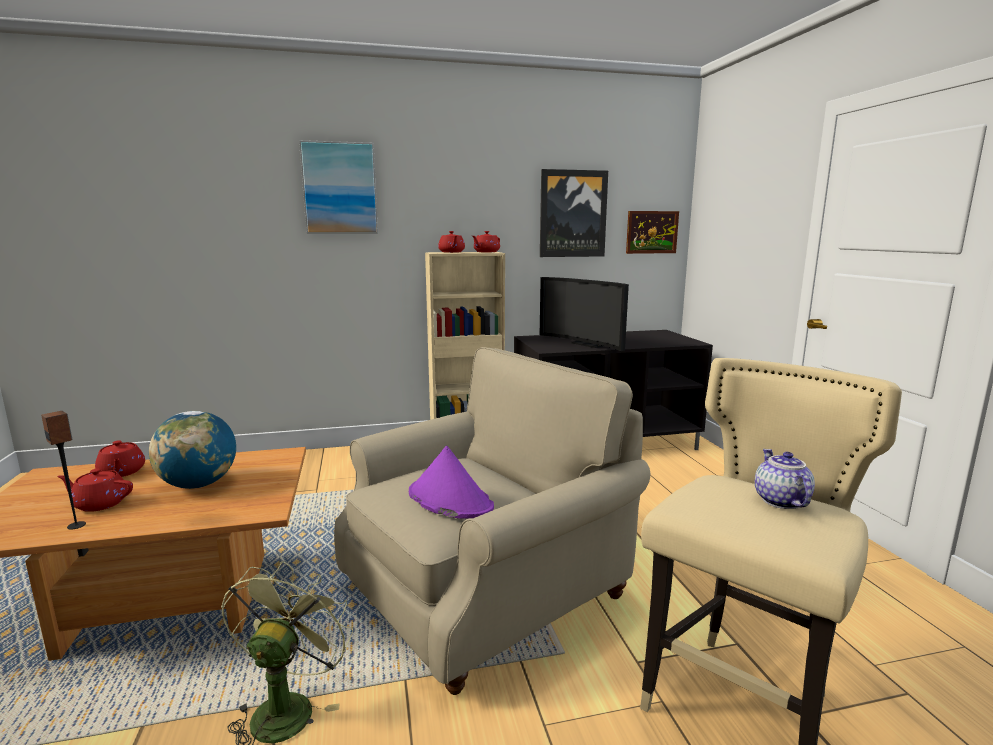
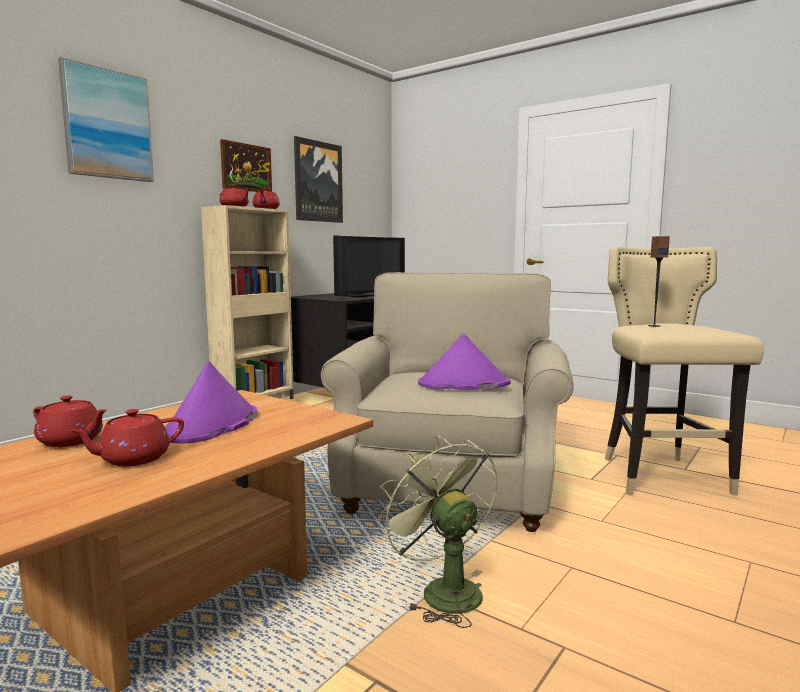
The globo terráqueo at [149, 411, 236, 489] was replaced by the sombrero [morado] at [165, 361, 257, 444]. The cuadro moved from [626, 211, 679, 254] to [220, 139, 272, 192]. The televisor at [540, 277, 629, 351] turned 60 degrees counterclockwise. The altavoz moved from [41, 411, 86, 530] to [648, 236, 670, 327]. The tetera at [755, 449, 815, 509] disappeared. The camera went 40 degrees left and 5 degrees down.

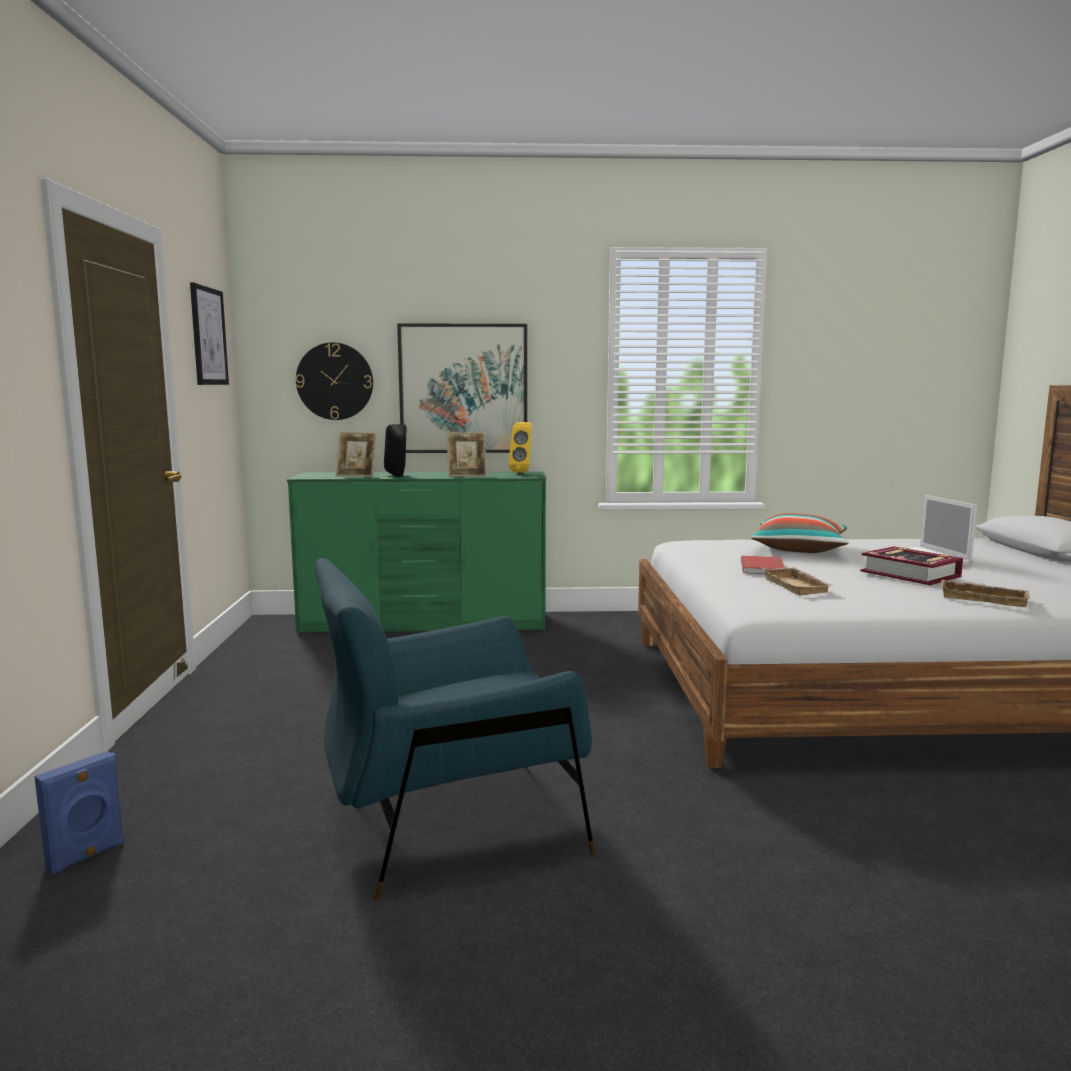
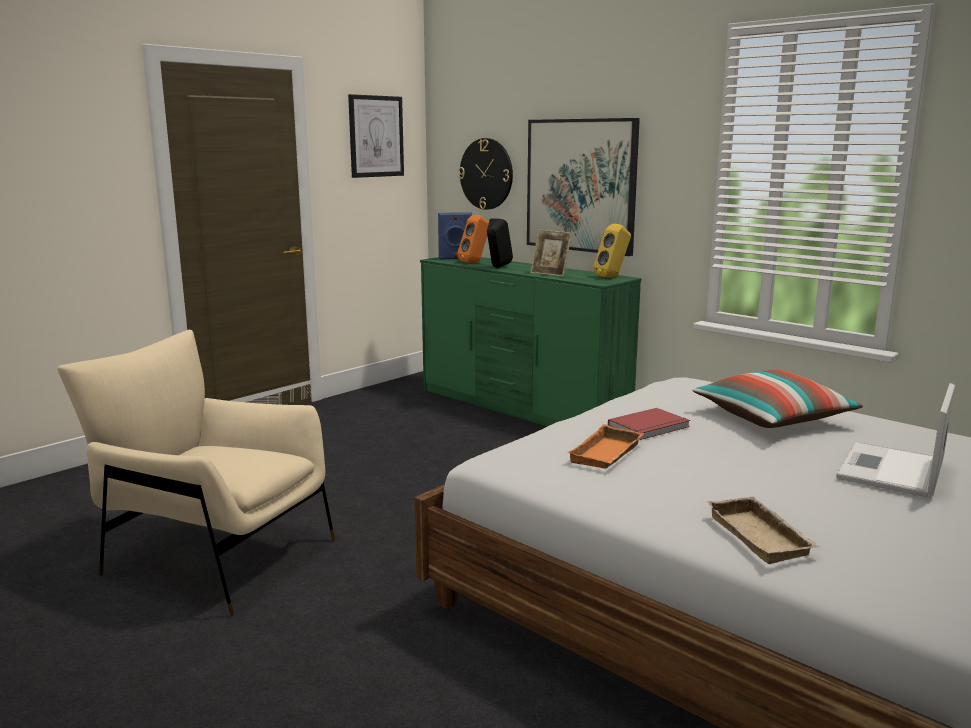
The sillón [azul] at [315, 558, 595, 901] became the sillón [beis] at [57, 330, 335, 616]. The altavoz [azul] moved from [34, 751, 125, 875] to [438, 212, 472, 260]. The portarretratos at [336, 432, 376, 477] was replaced by the altavoz [naranja] at [457, 215, 489, 263]. The bandeja [beis] at [762, 567, 834, 595] became the bandeja [naranja] at [567, 424, 644, 469]. The libro at [861, 546, 963, 586] disappeared. The camera went 45 degrees right and 5 degrees up.

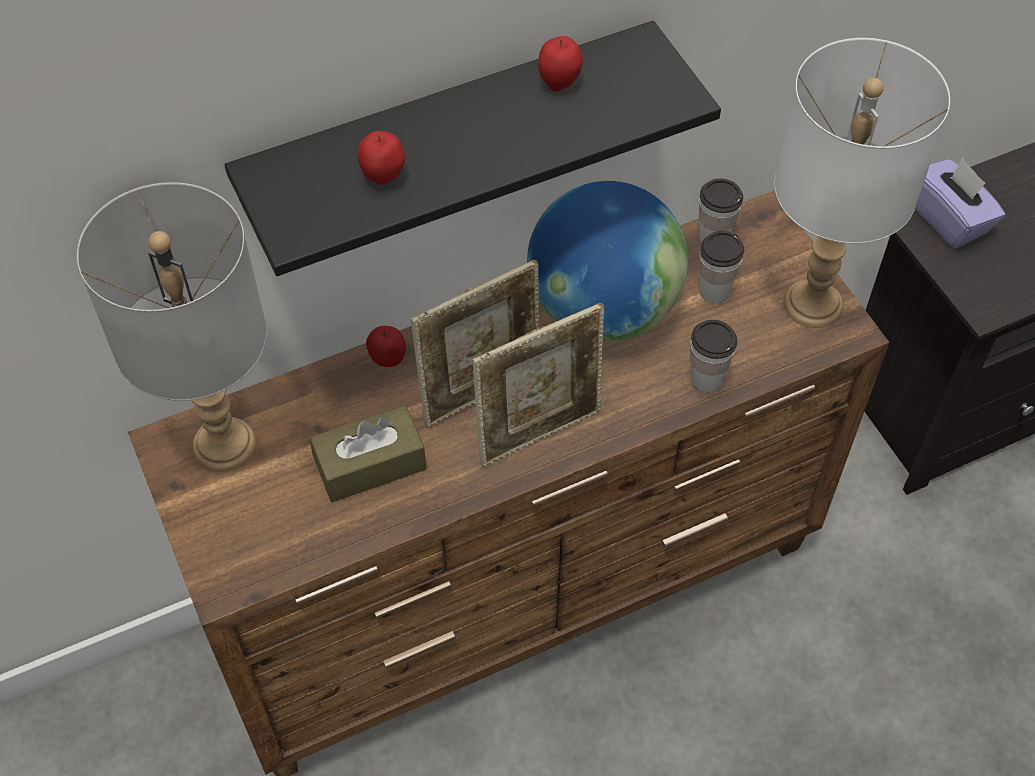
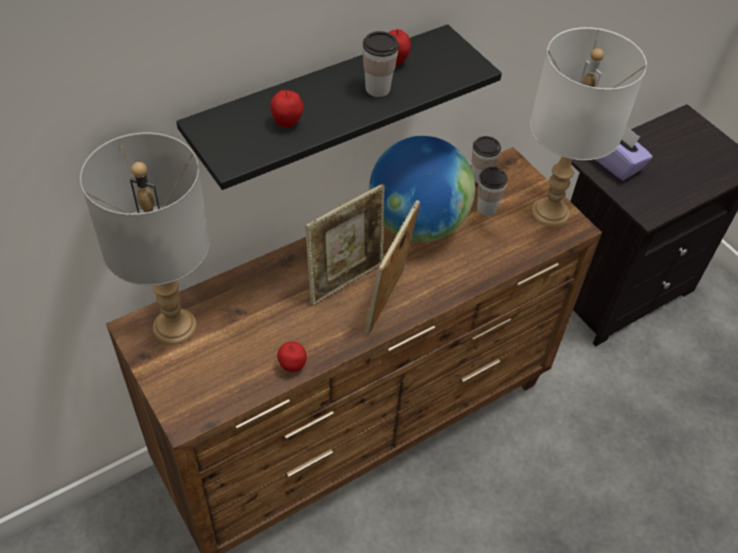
The manzana moved from [366, 326, 406, 367] to [277, 342, 307, 372]. The taza moved from [690, 320, 737, 392] to [363, 31, 399, 97]. The portarretratos at [472, 303, 604, 467] turned 150 degrees clockwise. The caja de pañuelos [marrón] at [310, 405, 426, 502] disappeared. The camera went 10 degrees left and 5 degrees down.

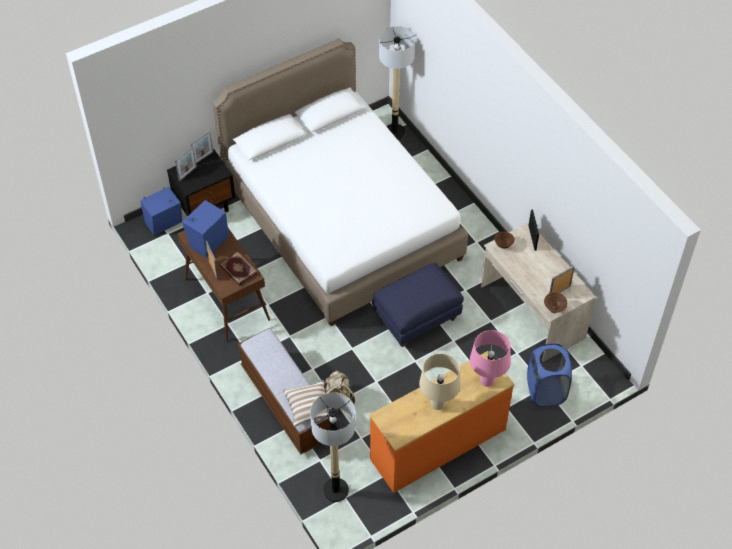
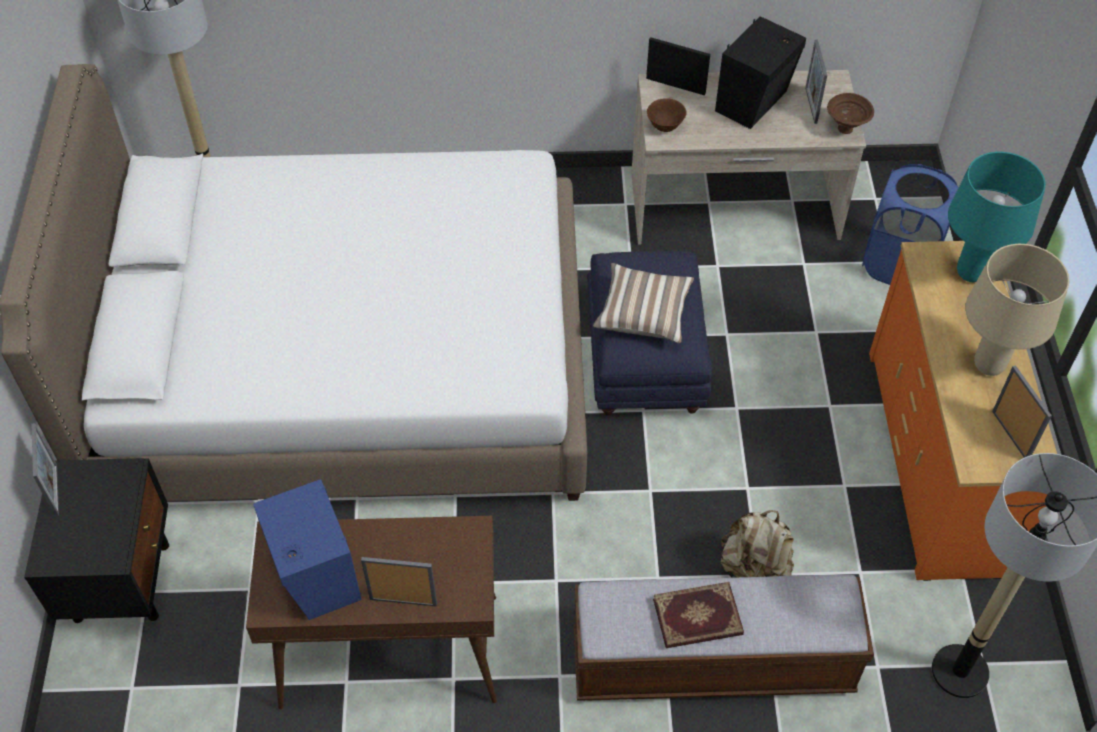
The cojín moved from [283, 380, 332, 427] to [593, 263, 694, 343]. The libro moved from [219, 252, 258, 286] to [653, 582, 744, 648]. The altavoz [negro] at [715, 16, 806, 129] appeared. The lámpara de mesa [rosa] at [470, 330, 511, 387] became the lámpara de mesa [turquesa] at [948, 152, 1046, 282]. The portarretratos moved from [175, 146, 197, 181] to [992, 365, 1052, 457]. The altavoz [azul] at [140, 187, 182, 236] disappeared. The camera went 60 degrees left and 0 degrees up.

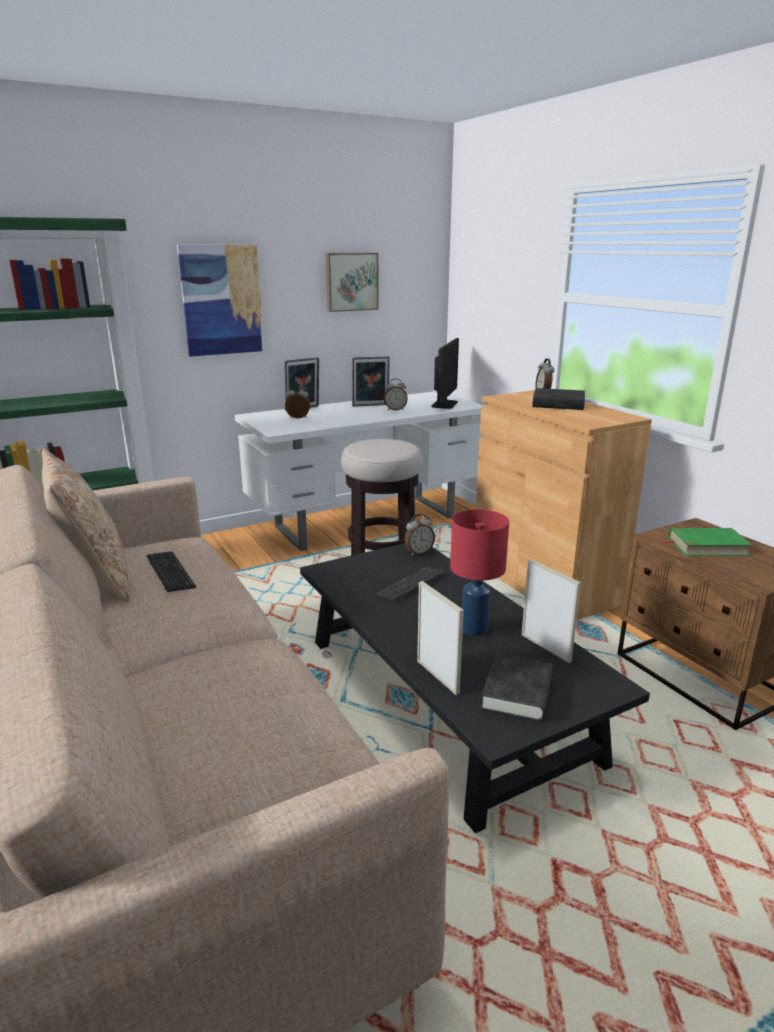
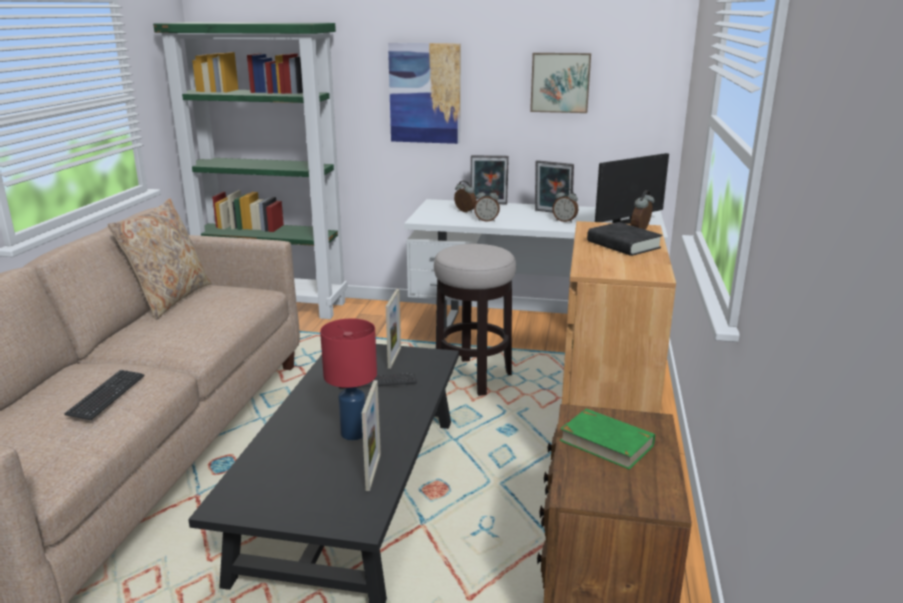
The teclado moved from [146, 551, 196, 592] to [64, 370, 144, 420]. The portarretratos moved from [417, 581, 464, 695] to [386, 288, 401, 369]. The despertador moved from [404, 514, 435, 556] to [474, 188, 500, 222]. The libro [negro] at [481, 653, 553, 722] disappeared. The camera went 40 degrees right and 0 degrees up.

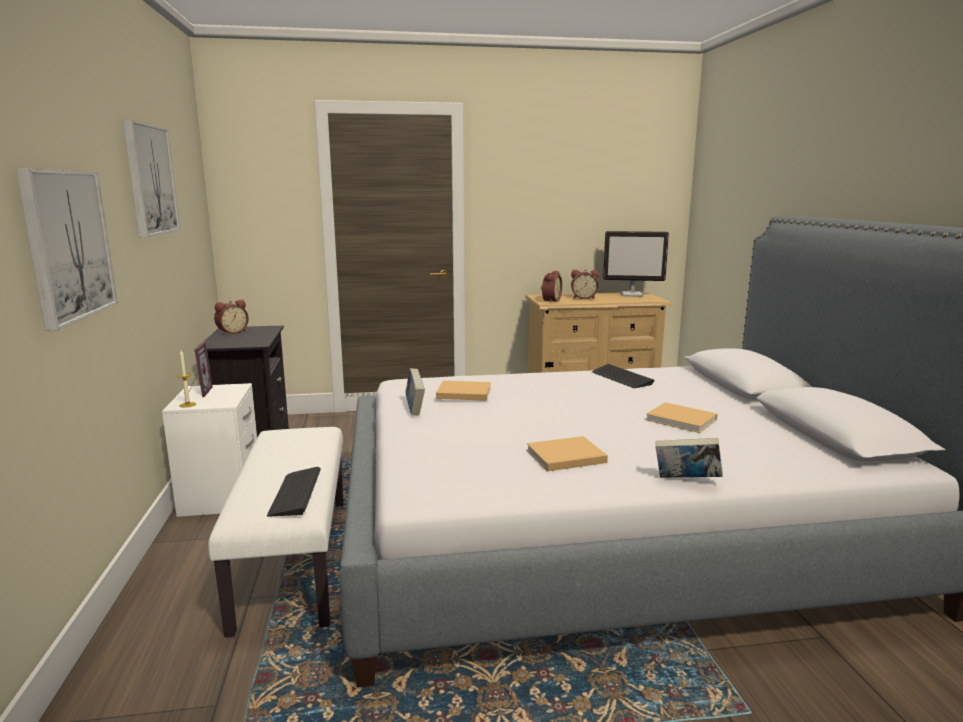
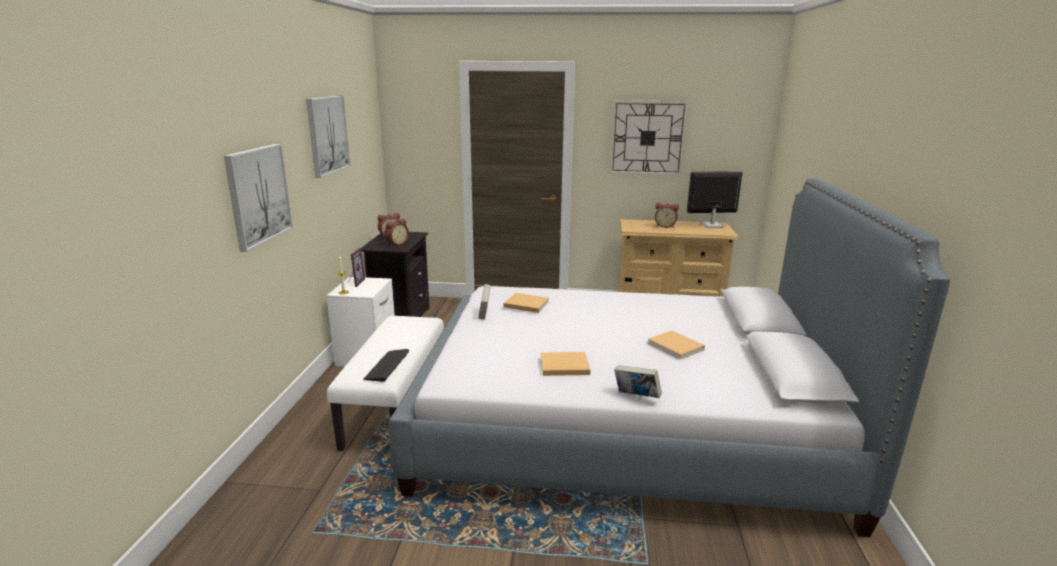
The despertador moved from [541, 270, 562, 303] to [384, 219, 409, 246]. The reloj de pared at [610, 100, 688, 175] appeared. The monitor at [603, 231, 669, 297] turned 150 degrees clockwise. The teclado at [592, 364, 655, 388] disappeared. The camera went 15 degrees right and 5 degrees up.

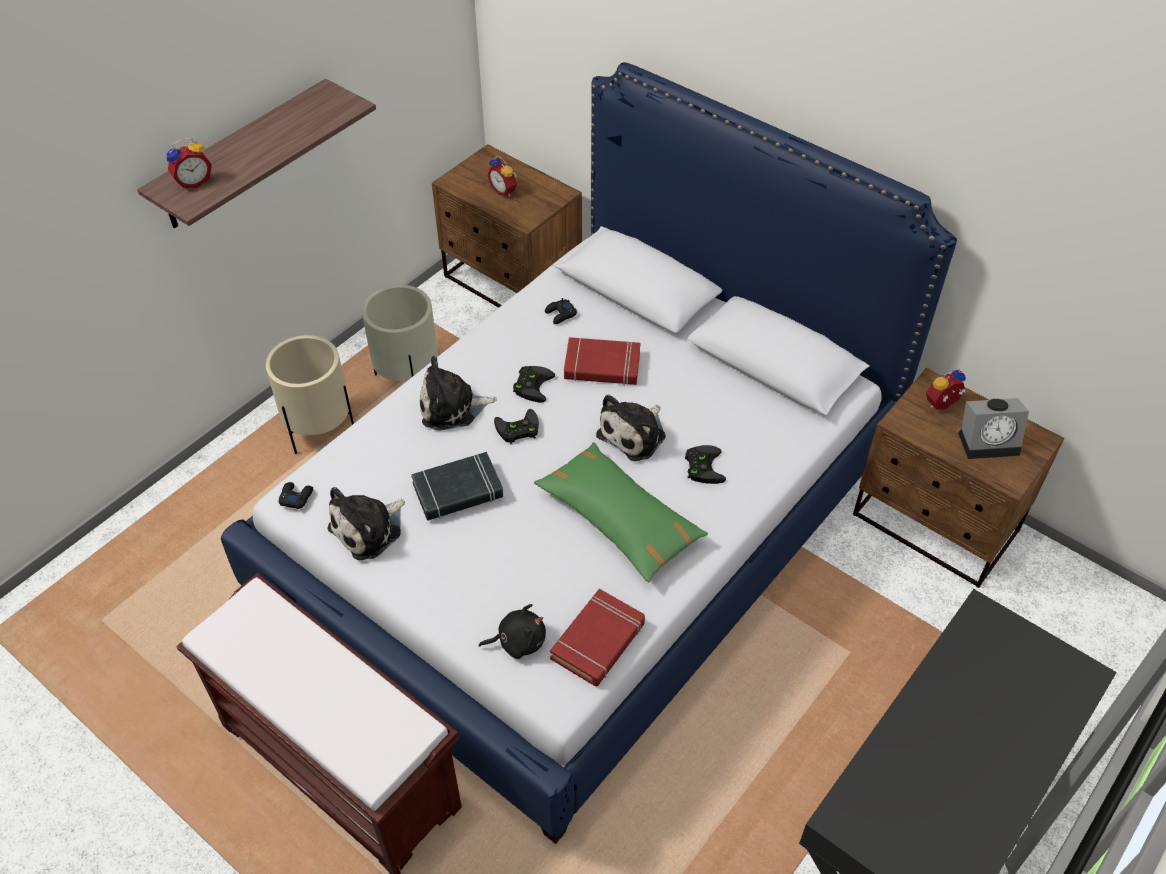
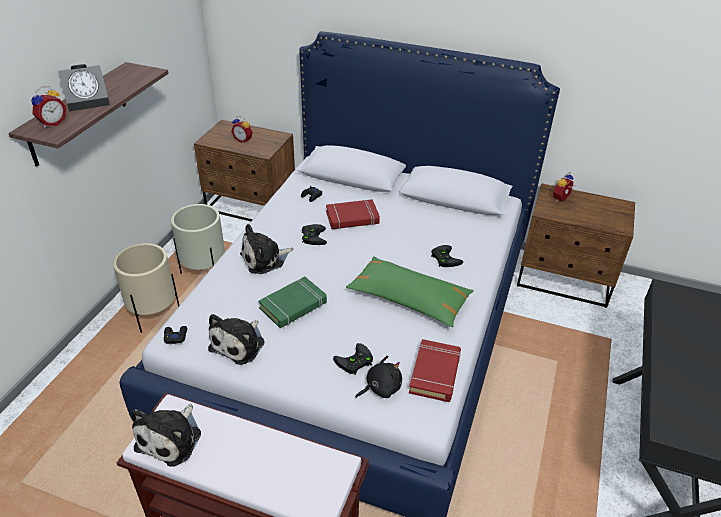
The despertador moved from [958, 398, 1029, 459] to [58, 64, 110, 112]. The peluche moved from [596, 394, 666, 461] to [132, 404, 201, 467]. The libro [negro] at [411, 452, 503, 521] became the libro [verde] at [258, 277, 327, 328]. The mando de consola [negro] moved from [494, 409, 539, 444] to [333, 343, 373, 375]. The camera went 20 degrees left and 10 degrees down.

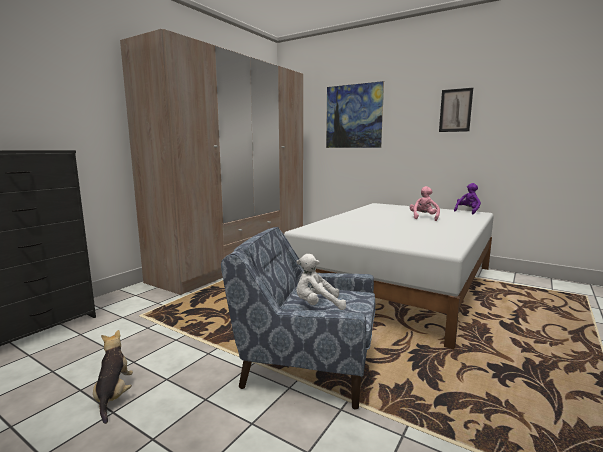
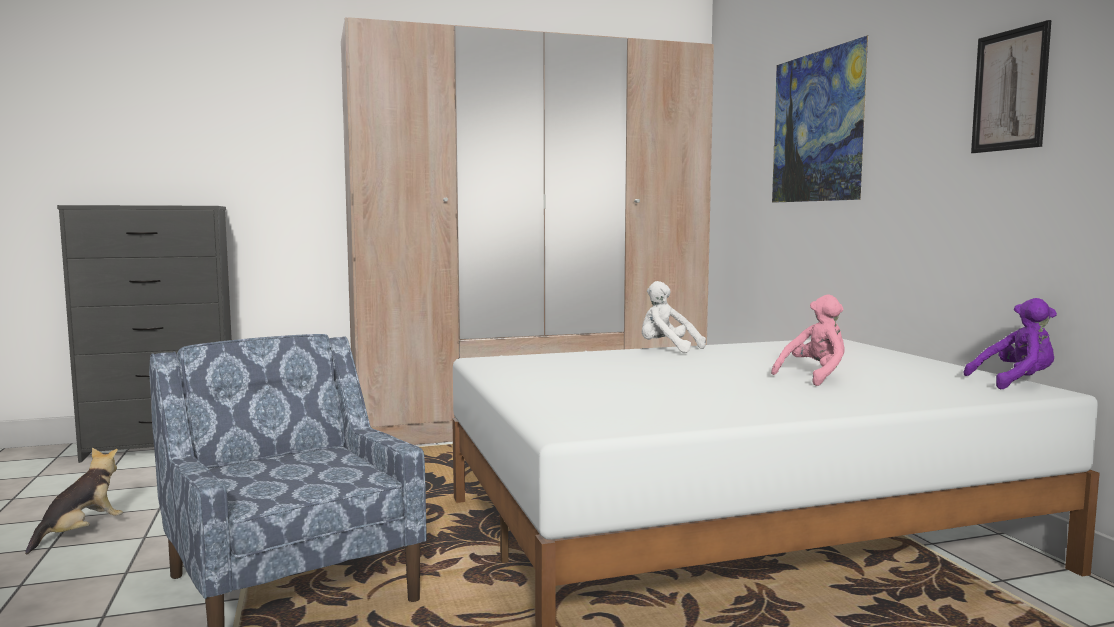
The peluche [blanco] moved from [296, 254, 346, 310] to [642, 281, 706, 353]. The camera went 40 degrees right and 5 degrees down.

